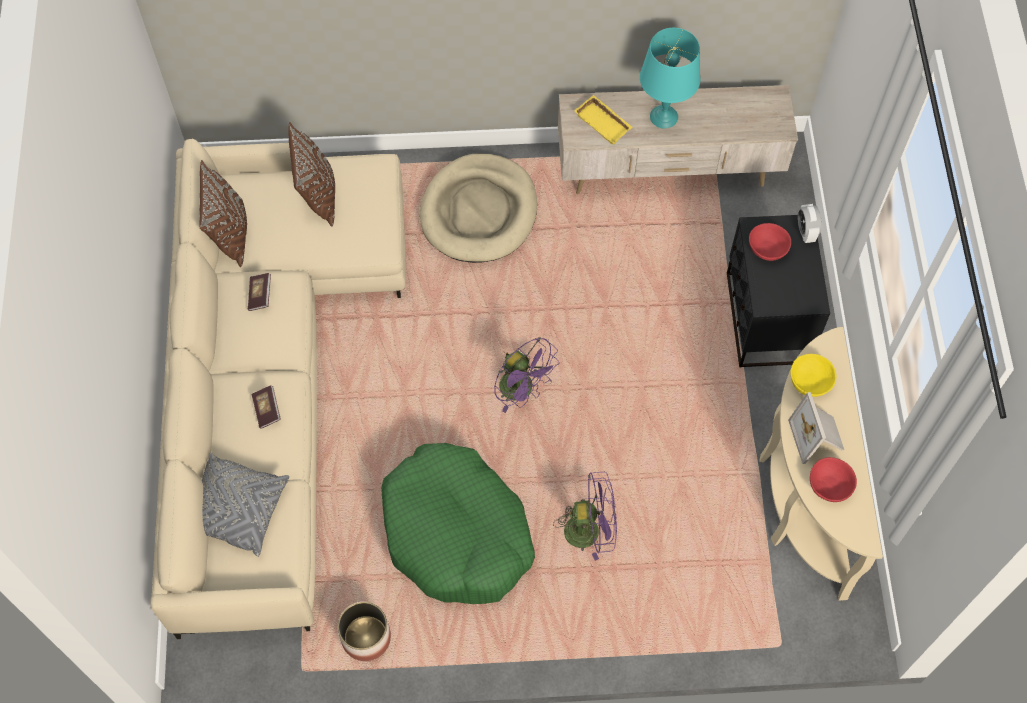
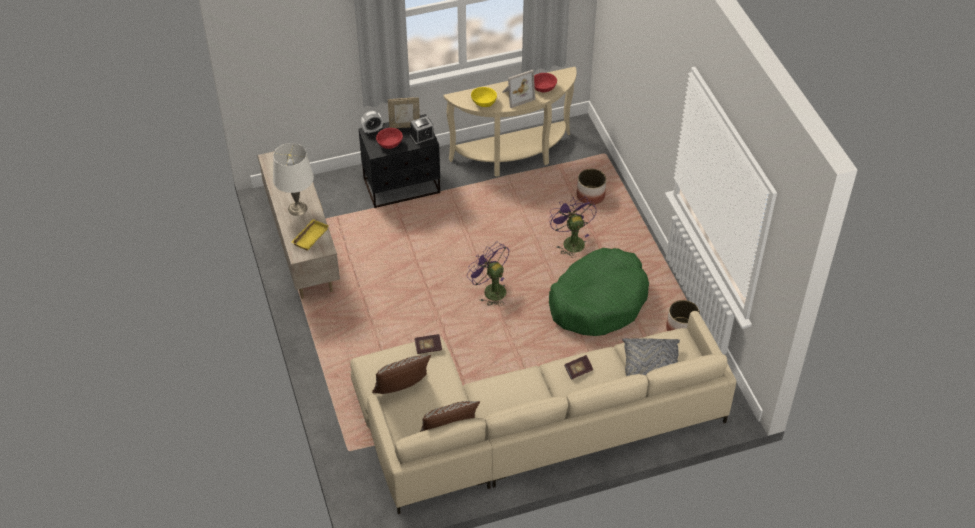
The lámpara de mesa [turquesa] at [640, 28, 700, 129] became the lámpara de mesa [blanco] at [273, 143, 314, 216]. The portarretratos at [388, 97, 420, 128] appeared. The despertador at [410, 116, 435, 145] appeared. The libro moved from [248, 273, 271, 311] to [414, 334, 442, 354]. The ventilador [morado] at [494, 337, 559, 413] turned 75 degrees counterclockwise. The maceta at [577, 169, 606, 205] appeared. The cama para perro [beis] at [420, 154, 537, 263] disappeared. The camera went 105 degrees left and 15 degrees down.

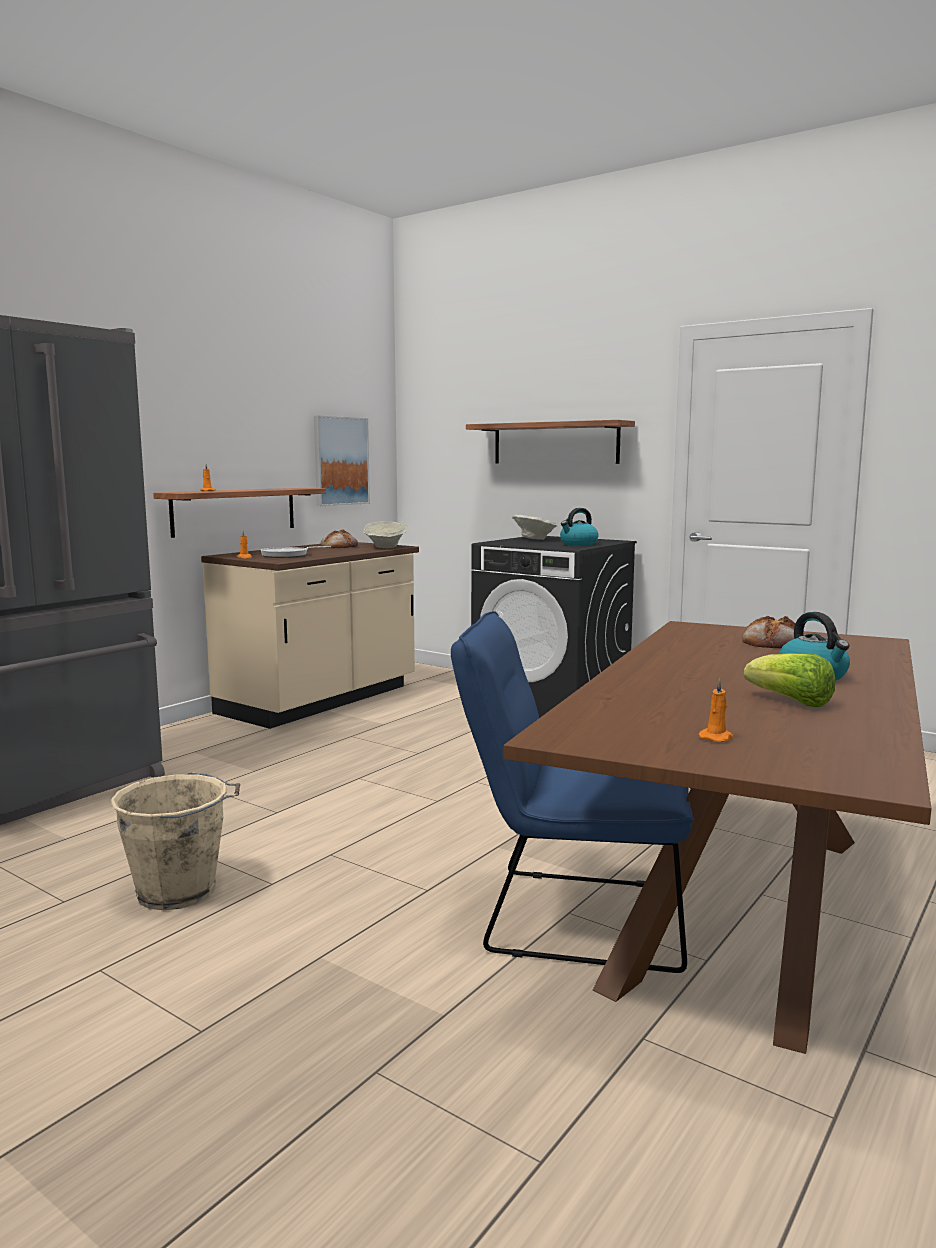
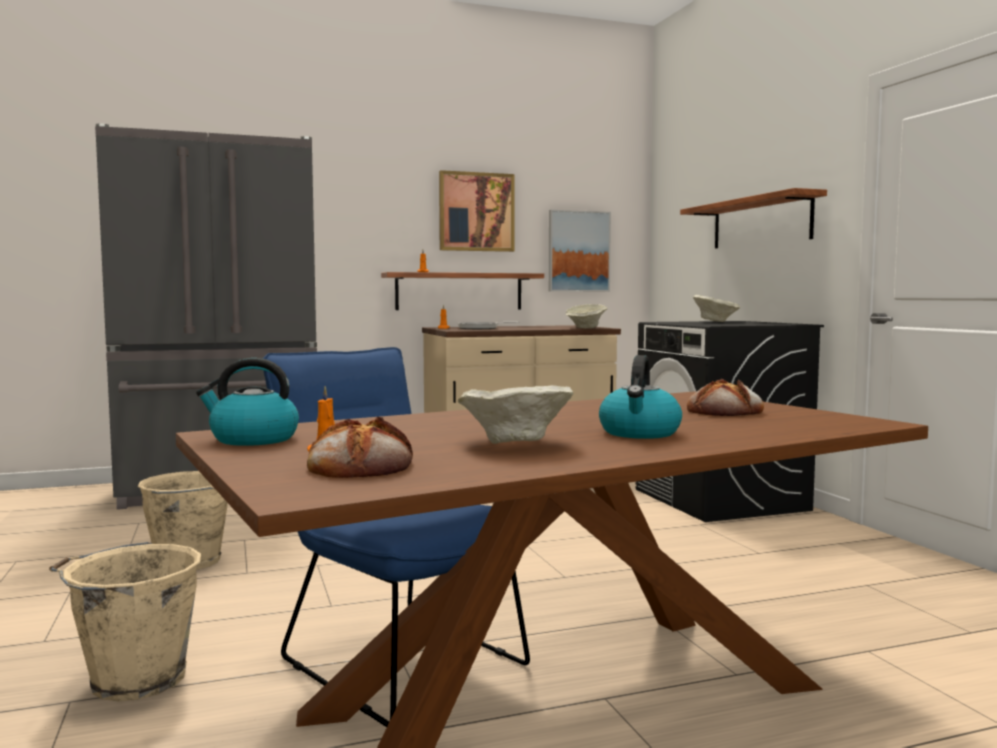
The cubo [beis] at [49, 542, 201, 701] appeared. The hervidor moved from [560, 508, 598, 546] to [196, 358, 299, 446]. The pan moved from [321, 530, 358, 548] to [307, 417, 413, 478]. The cuadro at [439, 170, 515, 252] appeared. The lechuga at [744, 653, 835, 707] was replaced by the cuenco [beis] at [458, 385, 574, 444]. The camera went 35 degrees right and 5 degrees down.

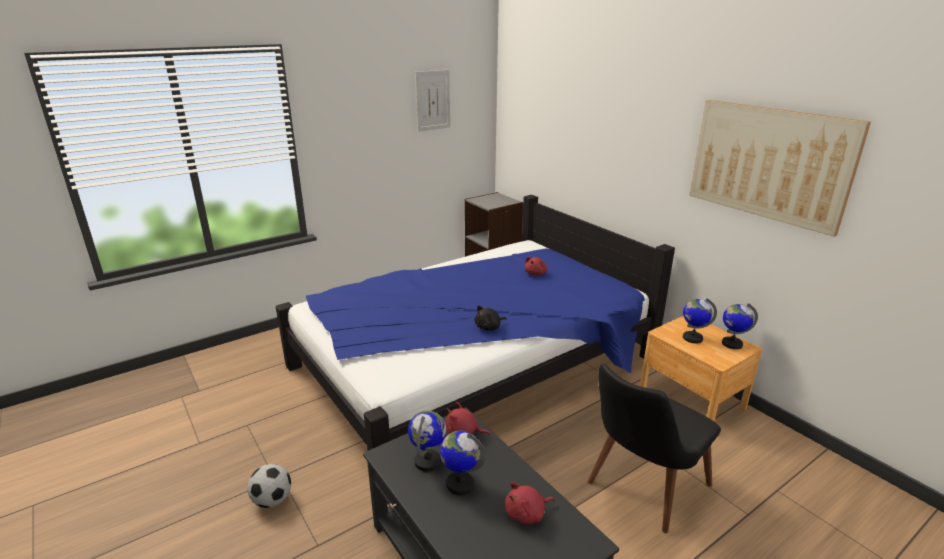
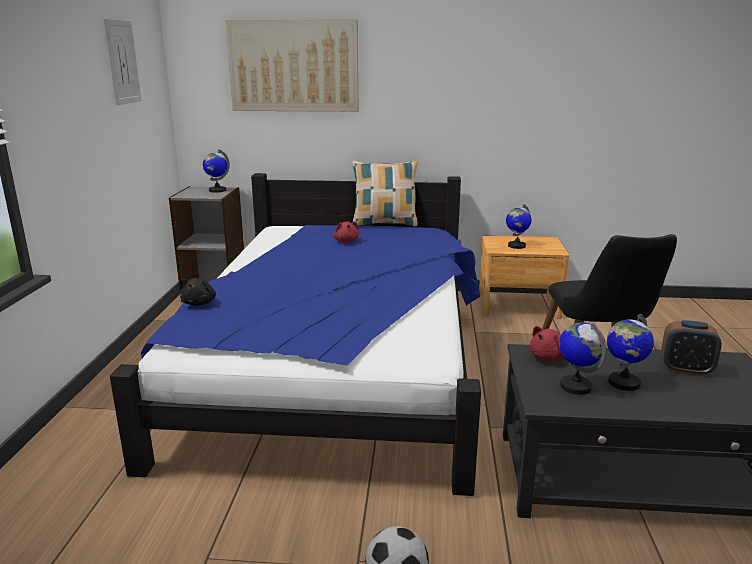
The peluche [negro] moved from [475, 306, 507, 330] to [180, 278, 216, 306]. The globo terráqueo moved from [722, 303, 758, 349] to [203, 149, 230, 193]. The cuadro moved from [689, 100, 871, 237] to [226, 19, 358, 112]. The cojín at [352, 161, 418, 227] appeared. The peluche [rojo] at [505, 482, 555, 524] was replaced by the despertador at [661, 320, 722, 376]. The camera went 50 degrees left and 5 degrees down.

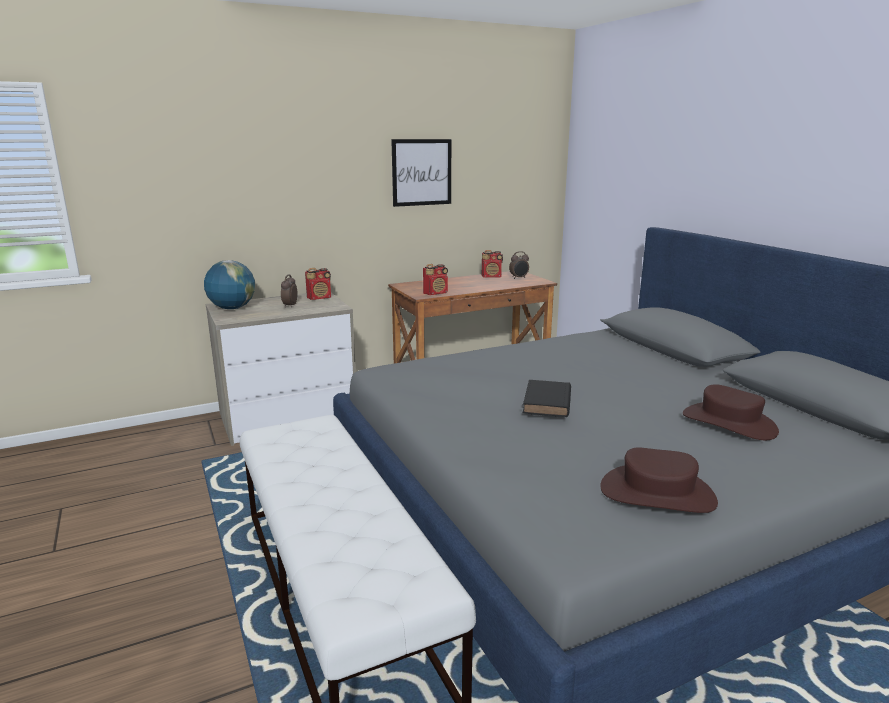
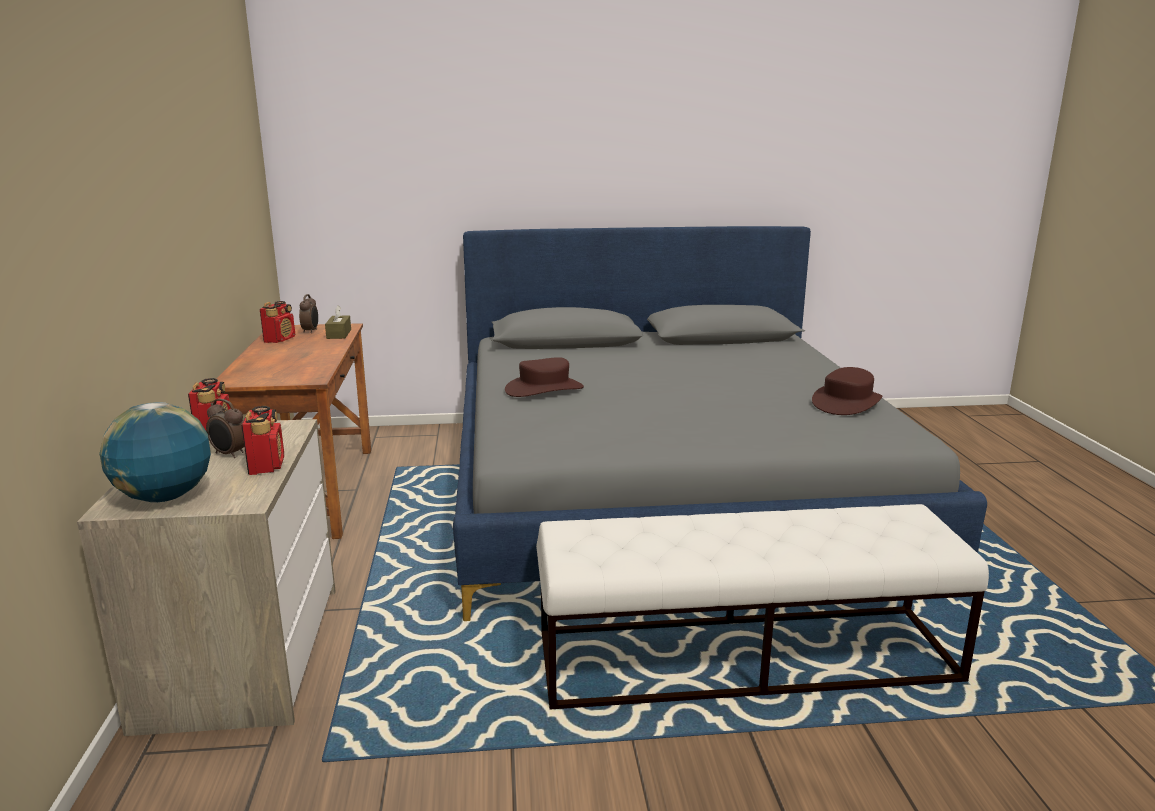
The radio moved from [423, 264, 448, 295] to [241, 406, 284, 475]. The caja de pañuelos [marrón] at [325, 305, 351, 339] appeared. The sombrero [marrón] moved from [683, 384, 779, 440] to [505, 357, 584, 397]. The cuadro at [391, 139, 451, 207] disappeared. The libro [negro] at [523, 380, 571, 417] disappeared. The camera went 70 degrees left and 0 degrees up.

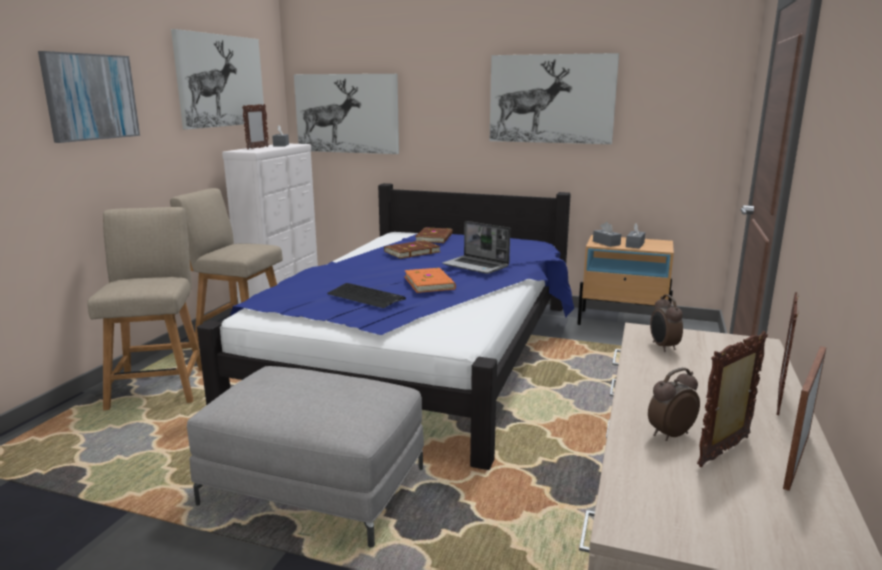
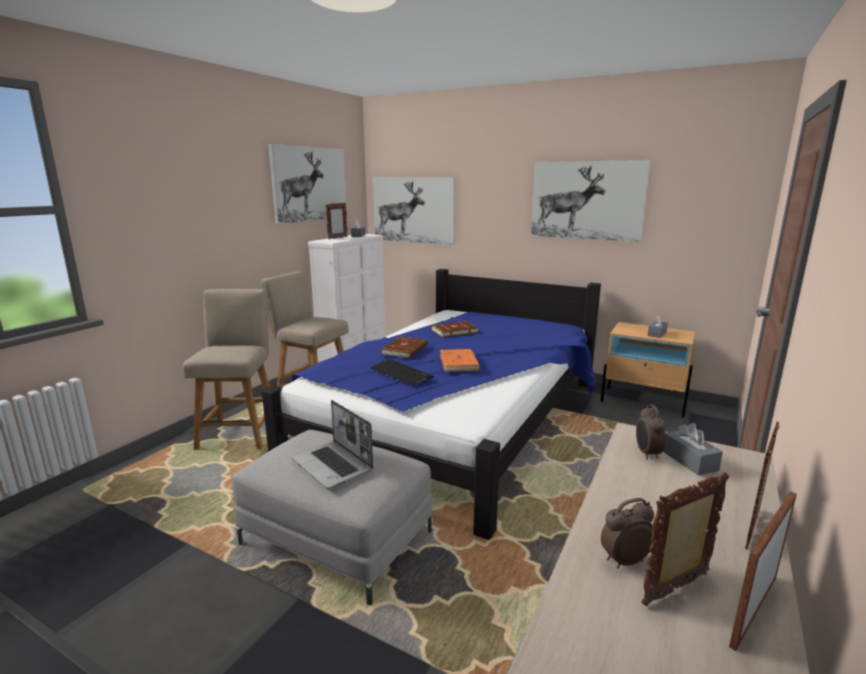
The portátil moved from [442, 221, 510, 274] to [291, 400, 373, 489]. The libro [marrón] moved from [415, 227, 453, 243] to [381, 336, 428, 358]. The caja de pañuelos [gris] moved from [593, 222, 621, 247] to [663, 423, 723, 476]. The cuadro at [38, 51, 140, 143] disappeared. The camera went 10 degrees right and 0 degrees up.

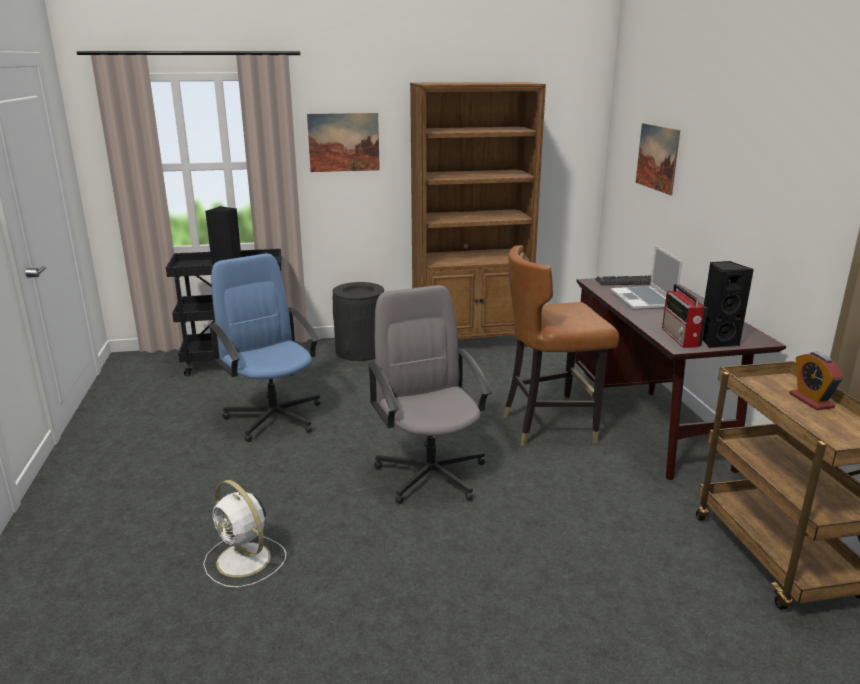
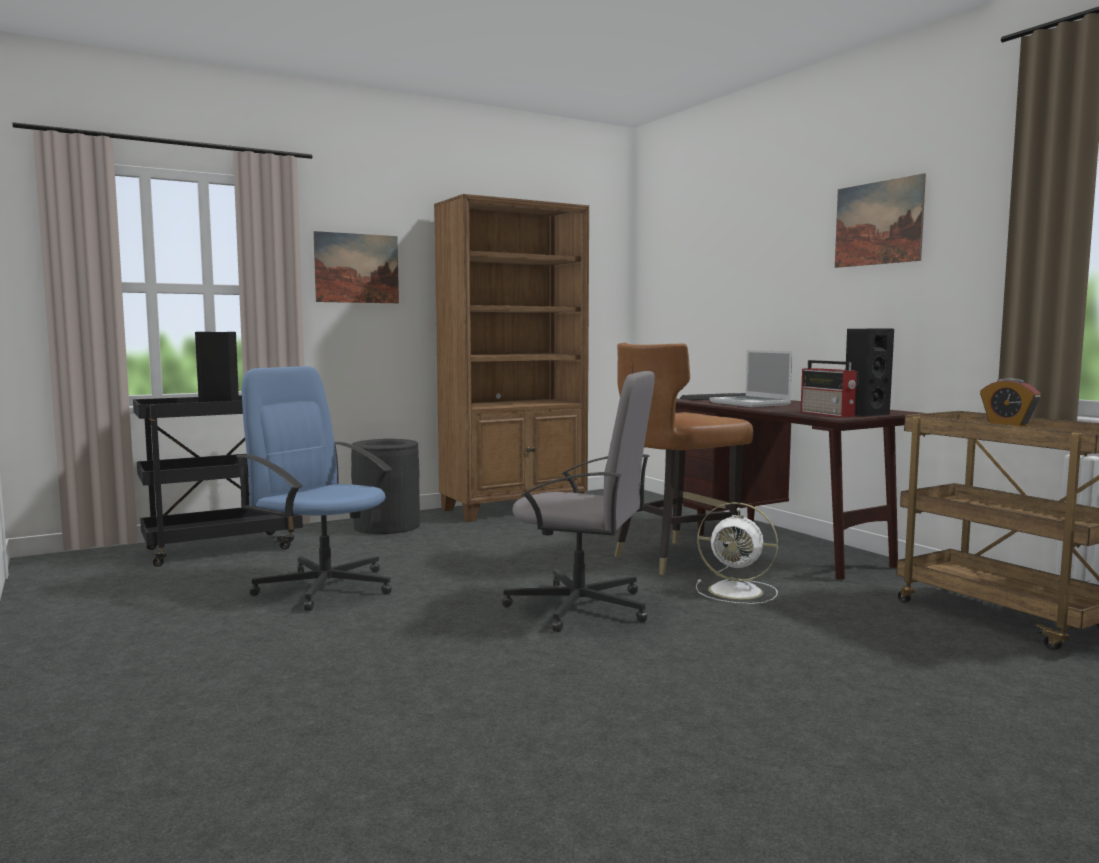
The silla de oficina [gris] at [367, 285, 492, 504] turned 150 degrees clockwise. The ventilador [blanco] moved from [203, 480, 286, 588] to [696, 502, 778, 604]. The cuadro moved from [636, 123, 680, 195] to [835, 173, 926, 268]. The camera went 20 degrees left and 15 degrees down.

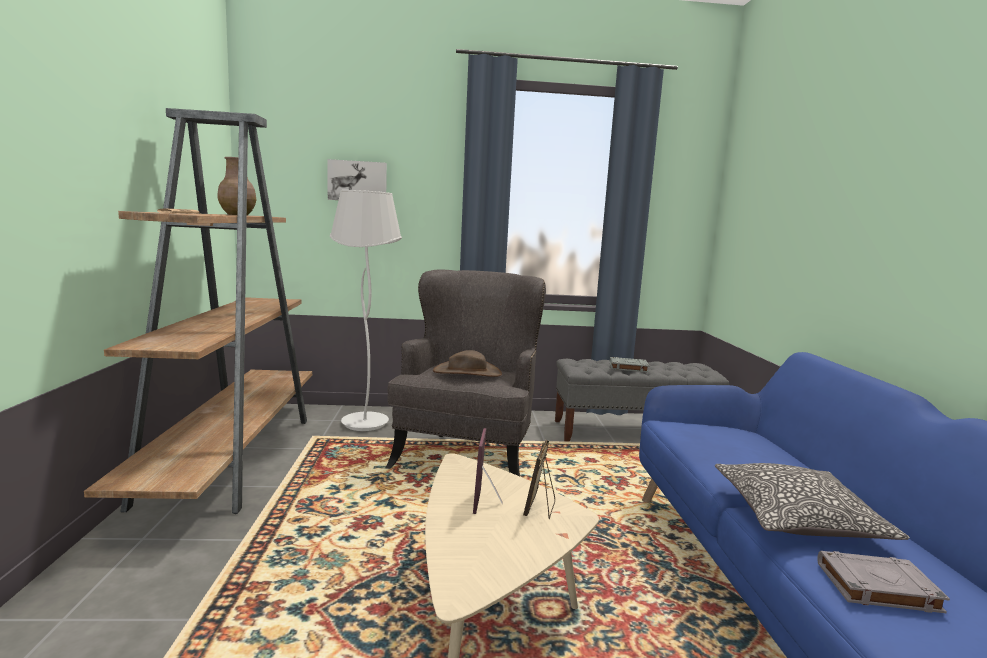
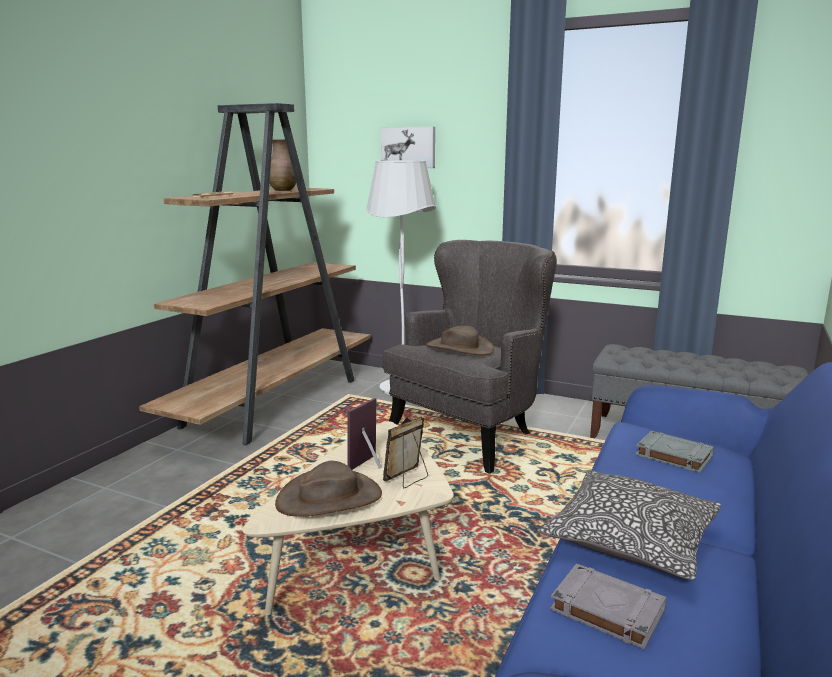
The sombrero [marrón] at [275, 461, 382, 517] appeared. The libro [gris] moved from [610, 357, 649, 372] to [636, 431, 714, 473]. The camera went 30 degrees right and 5 degrees up.

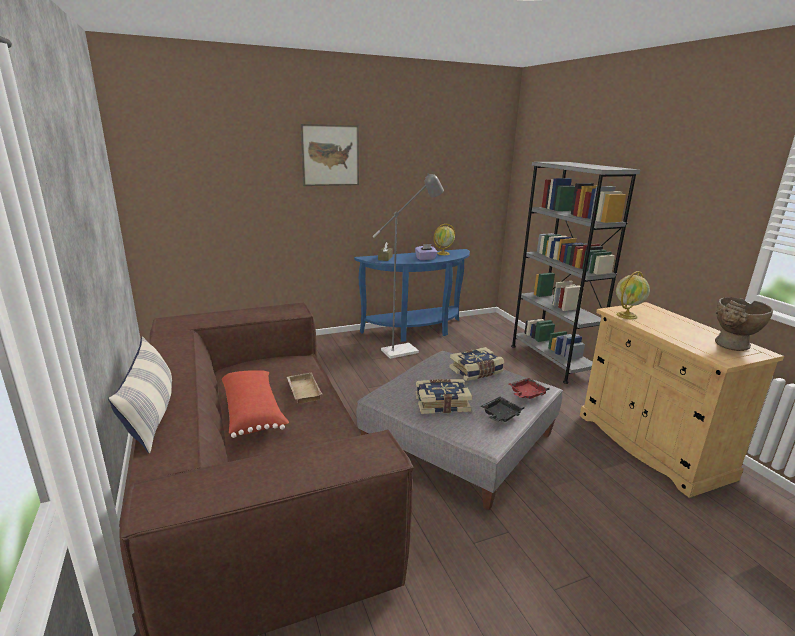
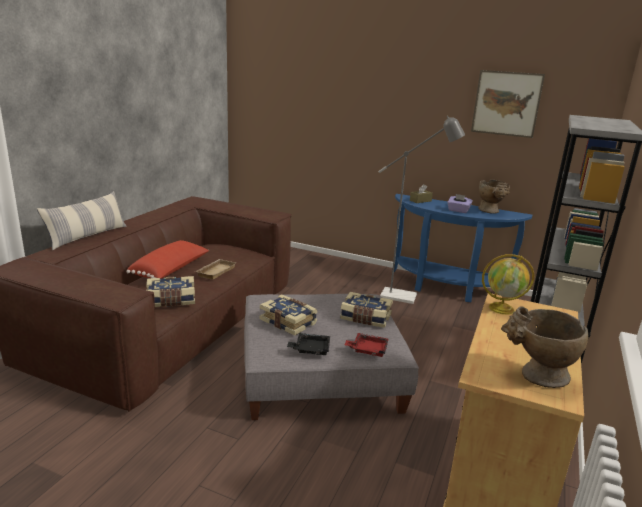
The libro at [146, 276, 195, 307] appeared. The cuadro moved from [300, 124, 359, 186] to [471, 70, 545, 138]. The globo terráqueo at [434, 224, 455, 255] was replaced by the florero [beis] at [478, 180, 510, 214]. The camera went 45 degrees right and 0 degrees up.

